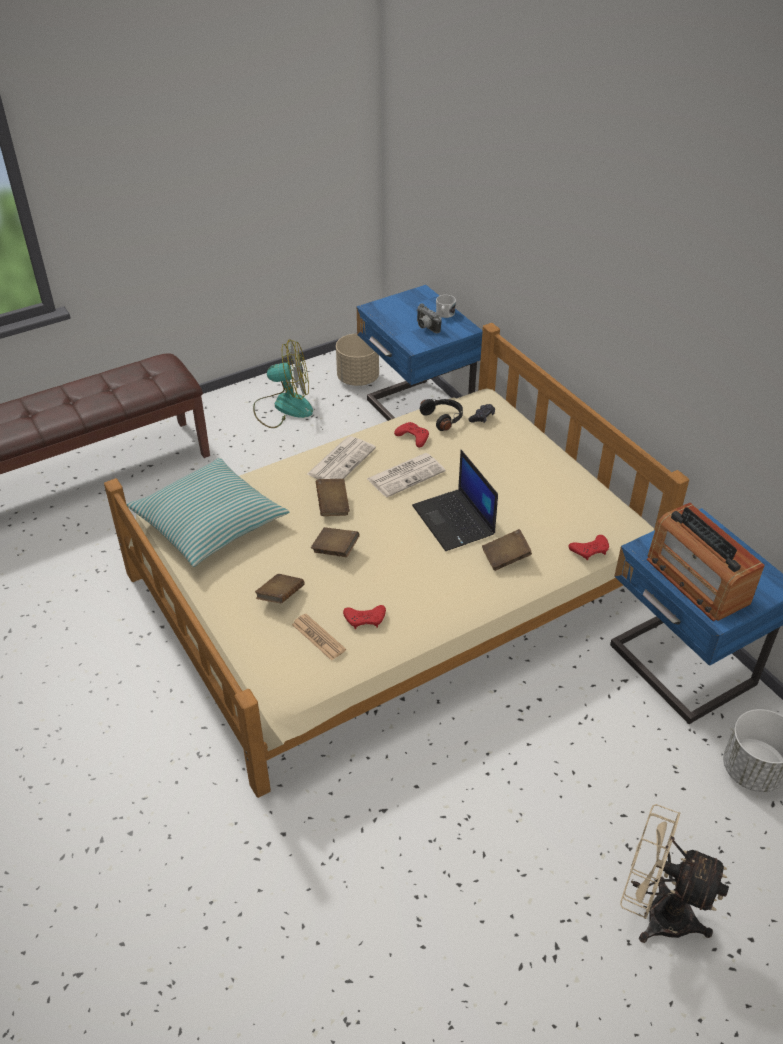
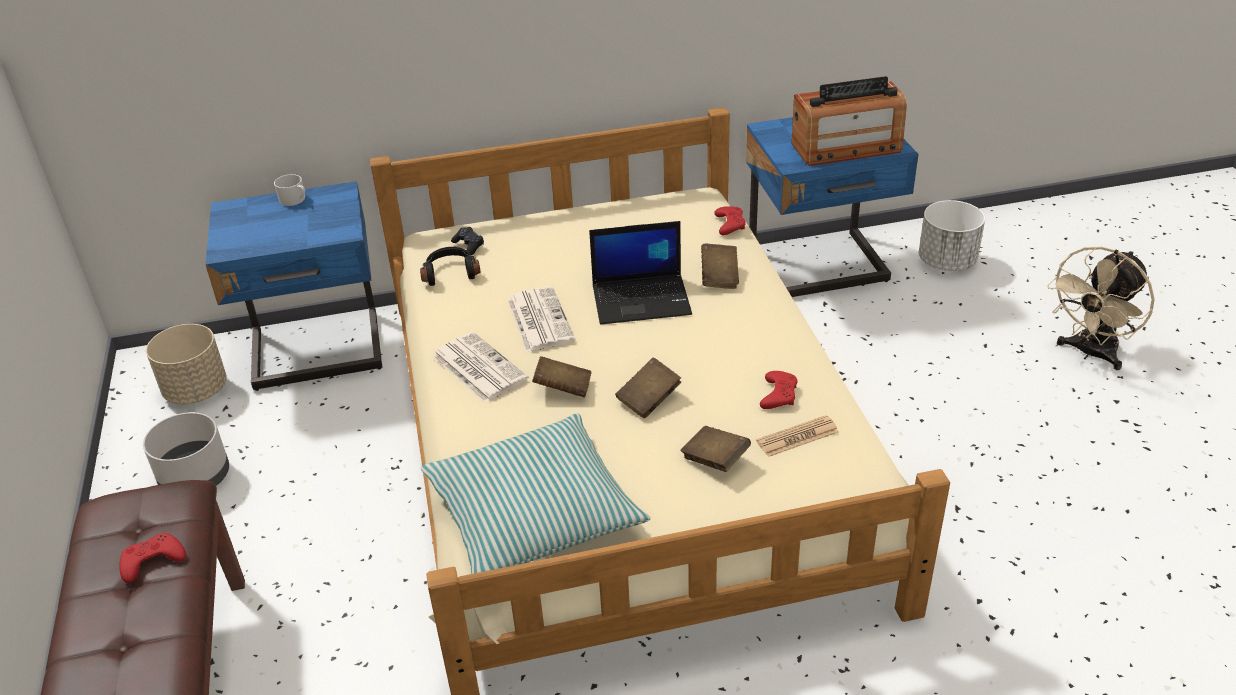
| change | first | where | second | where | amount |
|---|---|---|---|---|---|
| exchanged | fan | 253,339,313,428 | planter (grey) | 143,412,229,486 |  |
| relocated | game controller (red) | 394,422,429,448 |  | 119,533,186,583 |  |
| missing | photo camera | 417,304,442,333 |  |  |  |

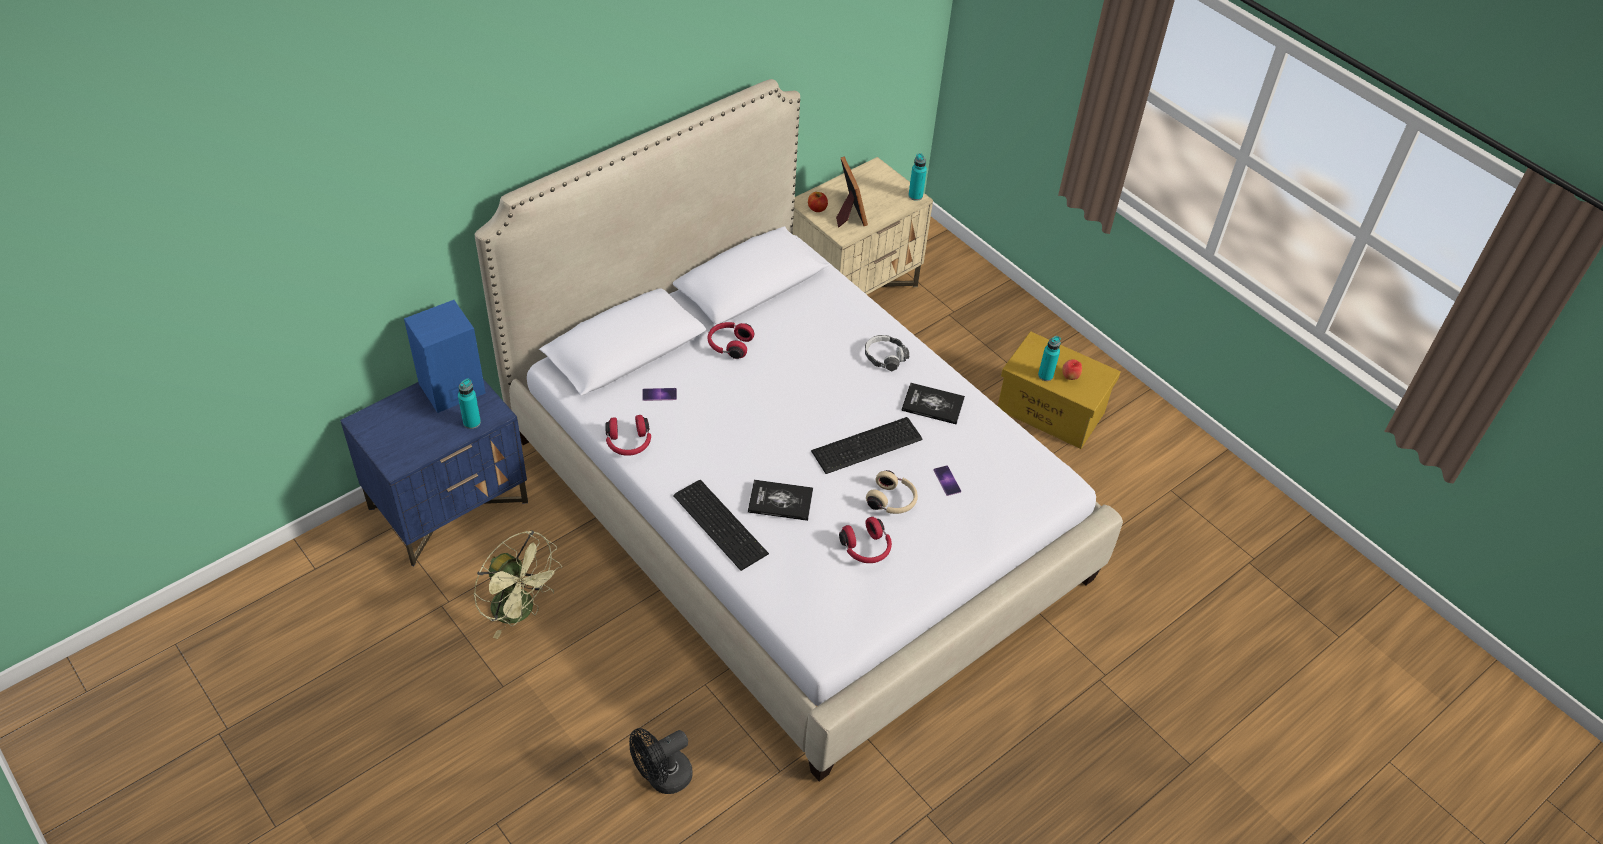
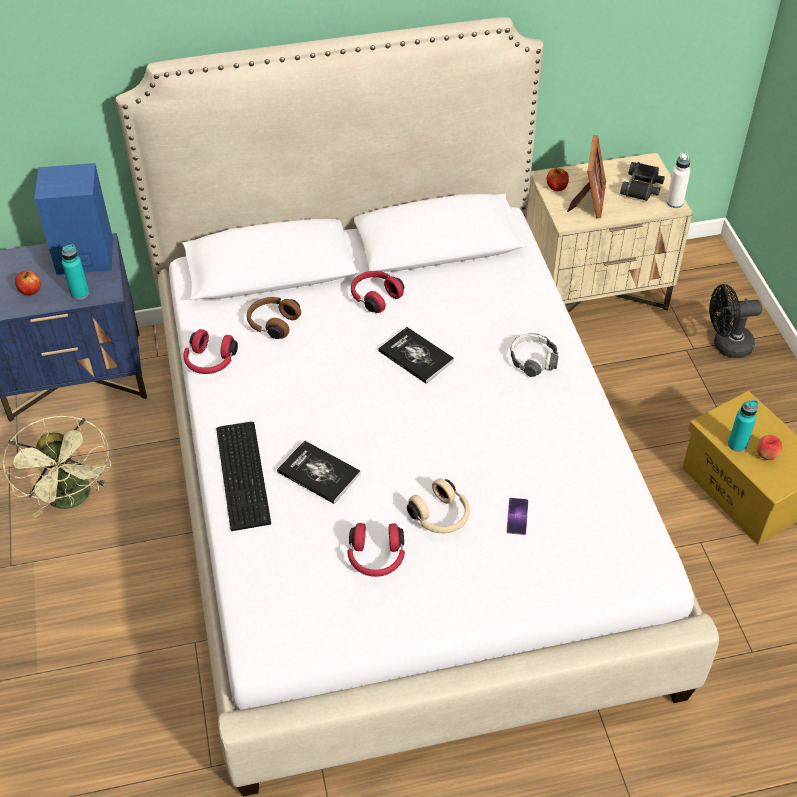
| change | first | where | second | where | amount |
|---|---|---|---|---|---|
| relocated | fan (black) | 629,728,693,794 |  | 709,284,762,358 |  |
| exchanged | phone | 643,388,677,401 | headphones (brown) | 247,297,301,339 |  |
| missing | keyboard | 811,417,923,474 |  |  |  |
| relocated | book | 901,383,965,425 |  | 378,327,454,384 |  |
| colour | bottle (turquoise) | 908,153,927,201 | bottle (white) | 666,152,690,208 |  |
| appeared |  |  | apple | 15,271,41,295 |  |
| appeared |  |  | binoculars (black) | 620,162,665,201 |  |

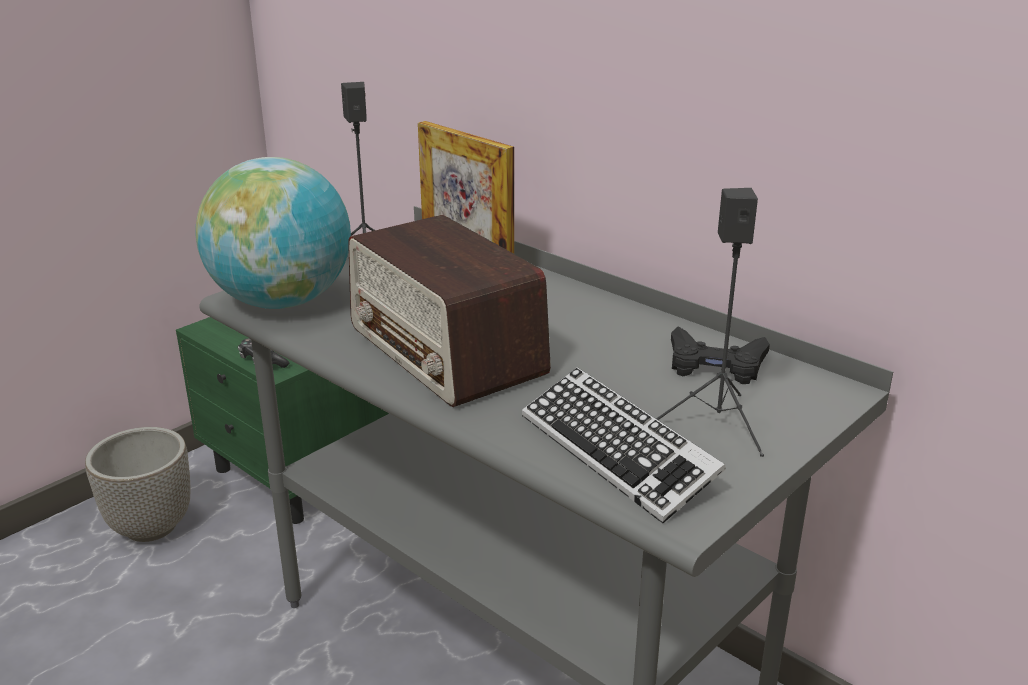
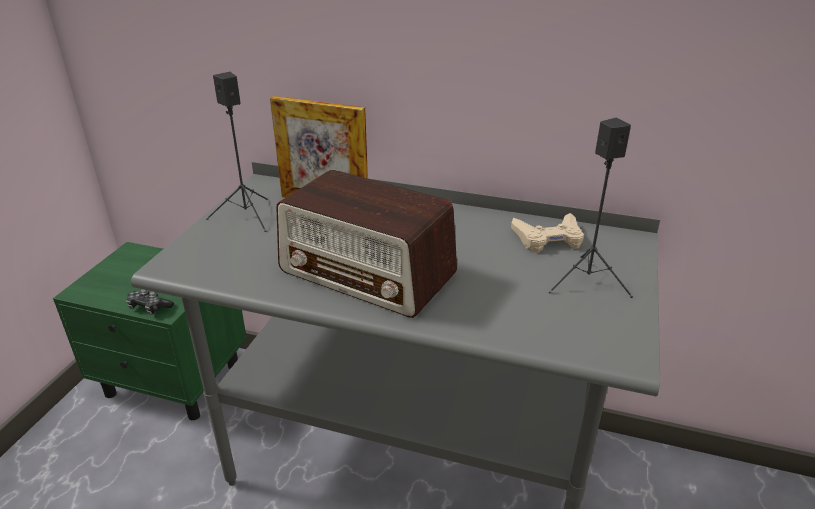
| change | first | where | second | where | amount |
|---|---|---|---|---|---|
| missing | planter | 85,427,190,542 |  |  |  |
| missing | globe | 195,157,351,309 |  |  |  |
| missing | keyboard | 522,367,726,523 |  |  |  |
| colour | game controller (black) | 671,327,770,384 | game controller (beige) | 511,213,584,253 |  |

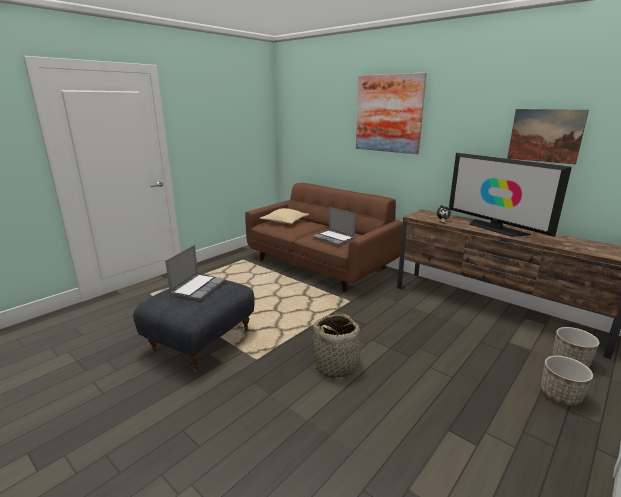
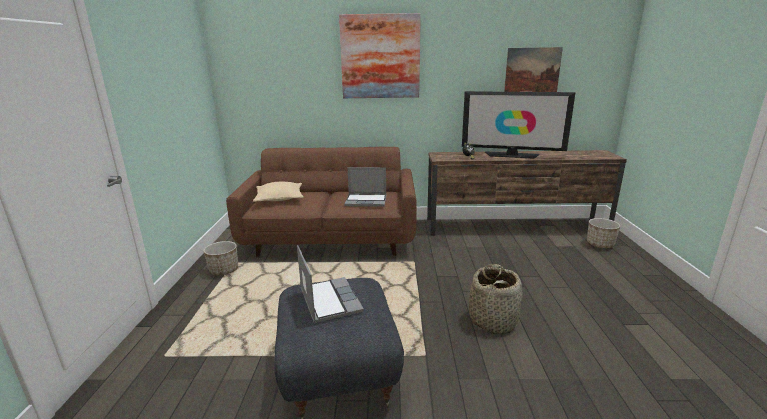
| change | first | where | second | where | amount |
|---|---|---|---|---|---|
| relocated | planter | 541,355,593,406 |  | 203,241,238,275 |  |

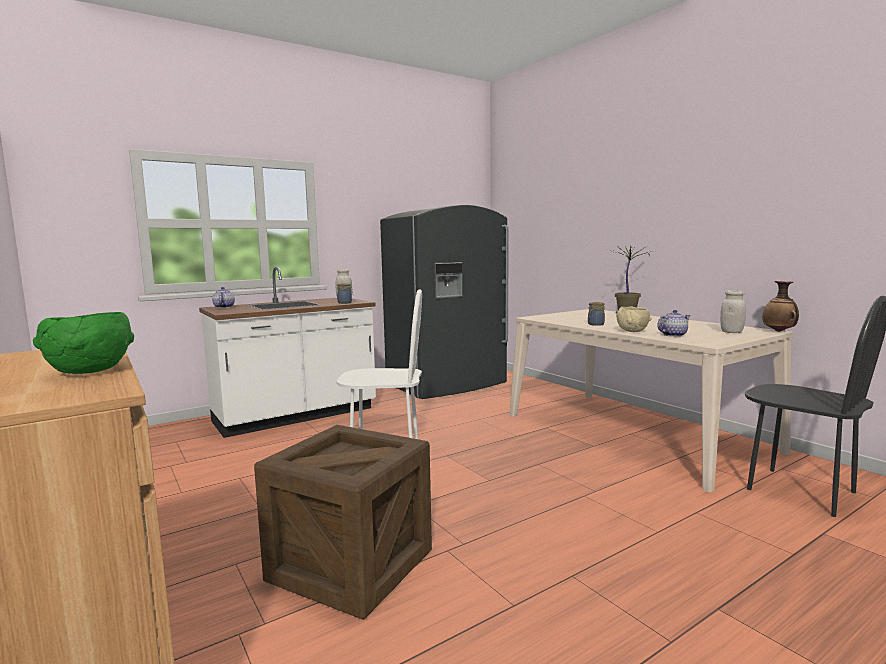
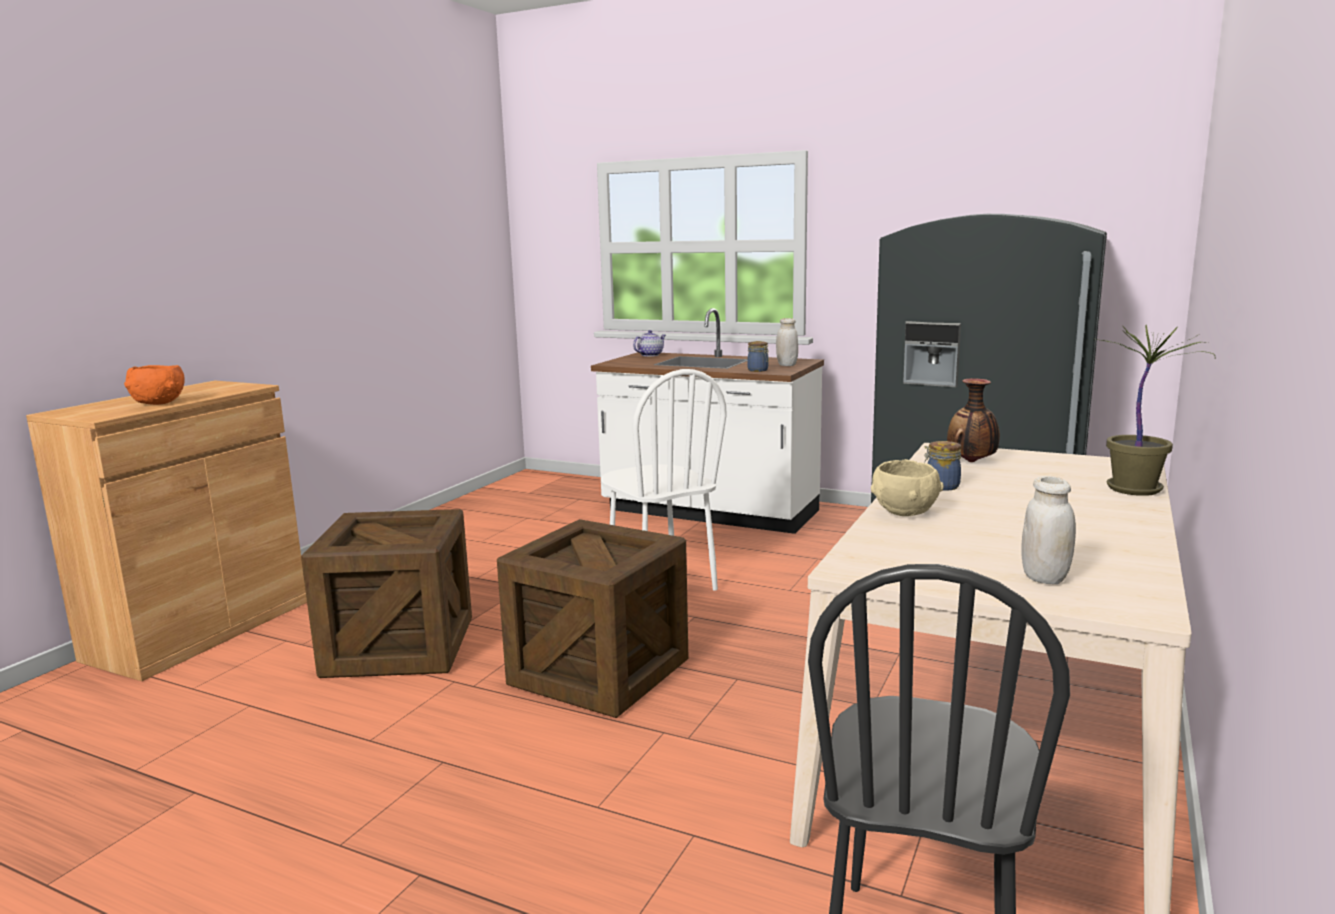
| change | first | where | second | where | amount |
|---|---|---|---|---|---|
| colour | bowl (green) | 33,312,134,374 | bowl (orange) | 124,365,185,405 |  |
| missing | teapot | 657,310,691,337 |  |  |  |
| relocated | vase | 762,281,799,332 |  | 947,378,1000,462 |  |
| appeared |  |  | crate | 497,519,688,718 |  |

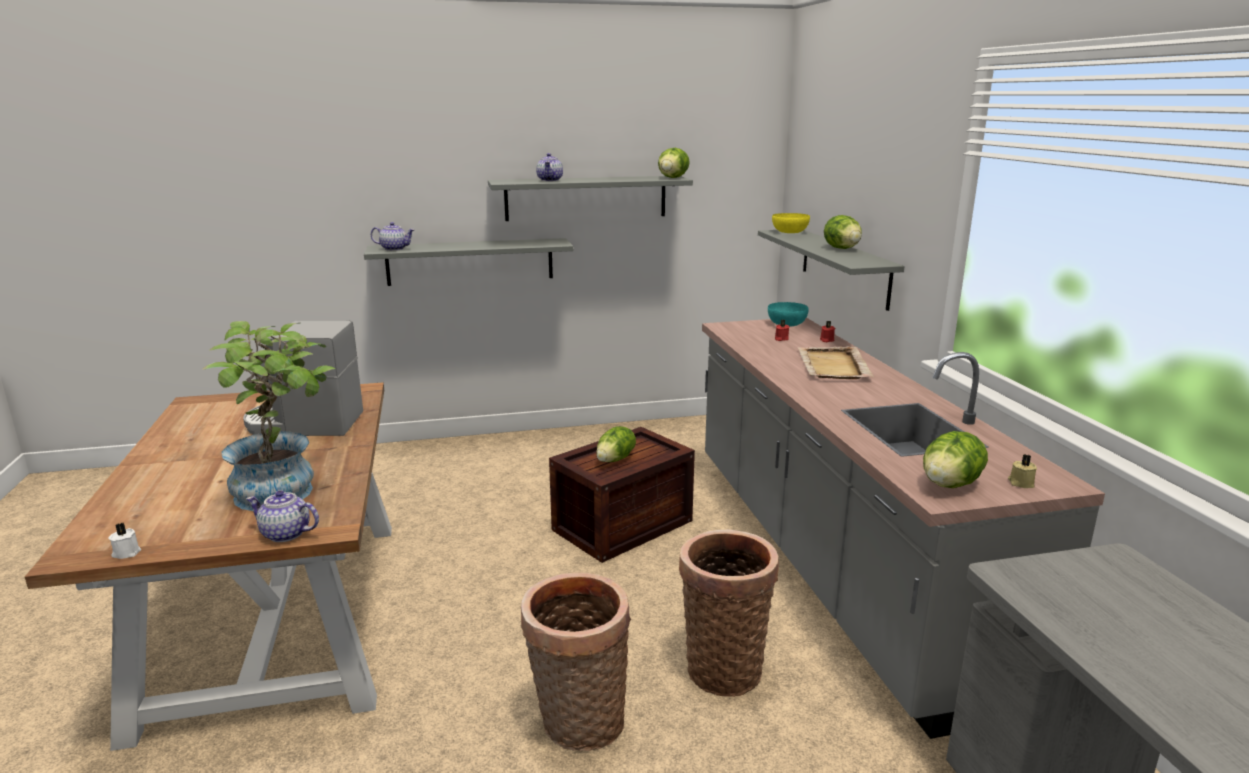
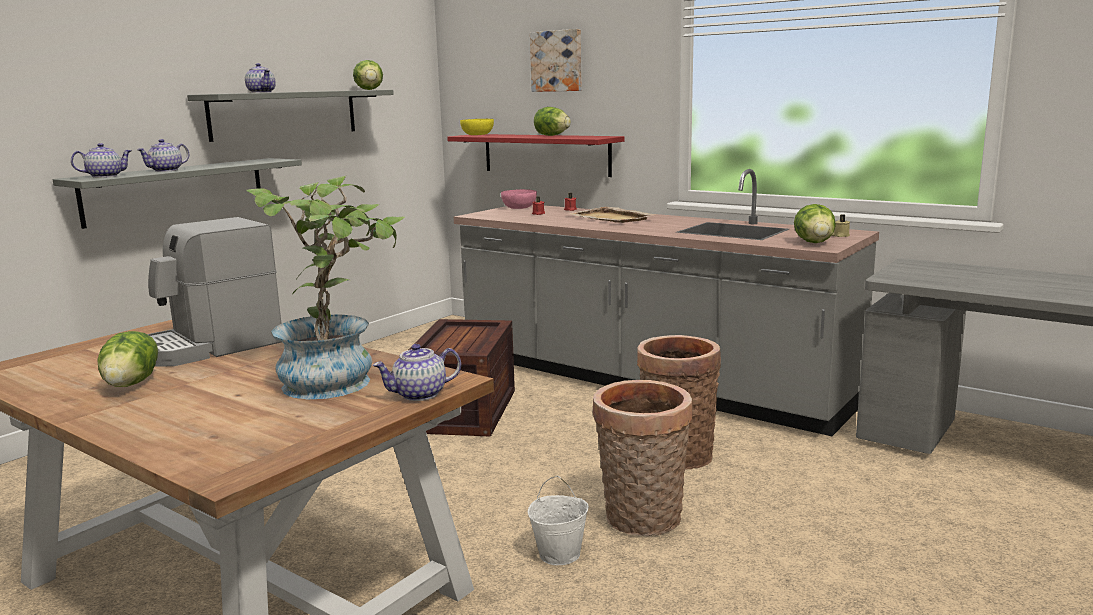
| change | first | where | second | where | amount |
|---|---|---|---|---|---|
| missing | candle (white) | 108,523,141,559 |  |  |  |
| relocated | lettuce | 596,426,636,462 |  | 98,331,158,387 |  |
| colour | shelf (grey) | 758,230,905,311 | shelf (red) | 447,134,624,177 |  |
| colour | bowl (turquoise) | 768,302,808,327 | bowl (pink) | 501,189,537,209 |  |
| appeared |  |  | teapot | 137,139,189,172 |  |
| appeared |  |  | bucket (white) | 528,476,589,565 |  |
| appeared |  |  | picture | 530,29,582,92 |  |

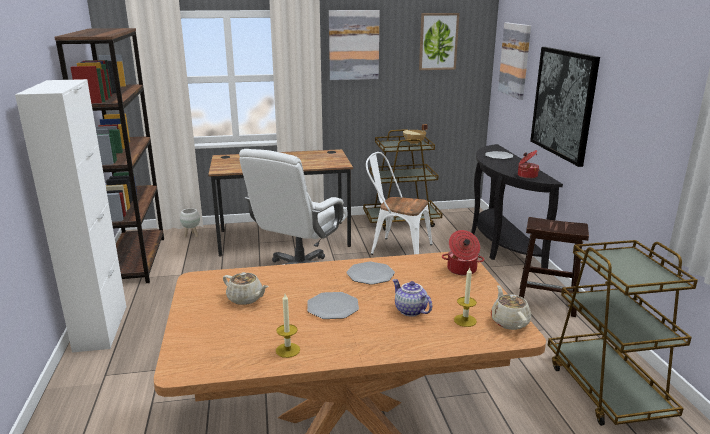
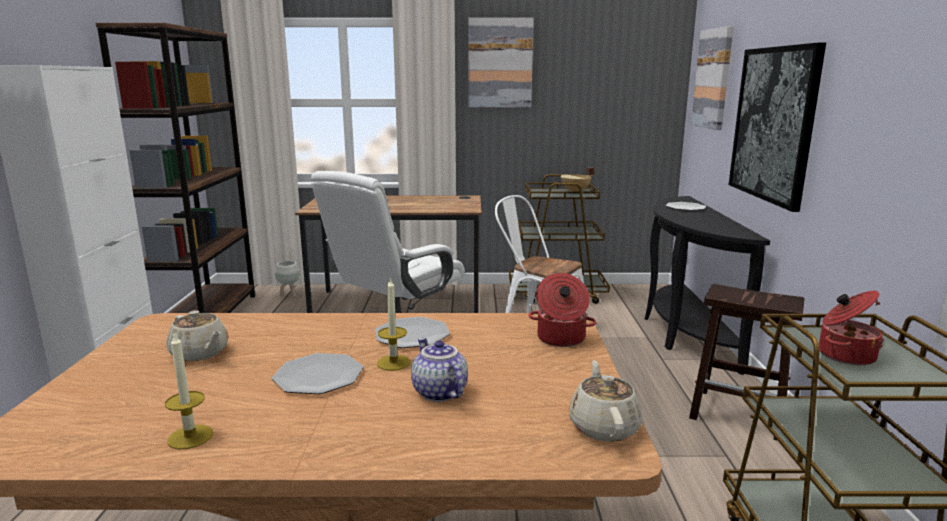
| change | first | where | second | where | amount |
|---|---|---|---|---|---|
| missing | picture | 419,13,459,70 |  |  |  |
| relocated | candle | 454,268,477,327 |  | 377,279,411,371 |  |
| relocated | cooking pot | 518,150,540,179 |  | 819,291,884,365 |  |

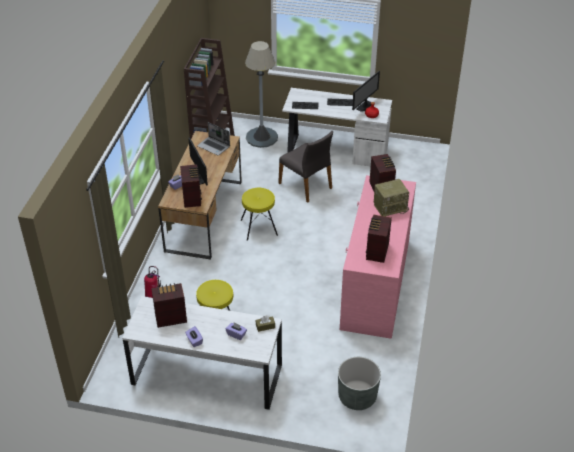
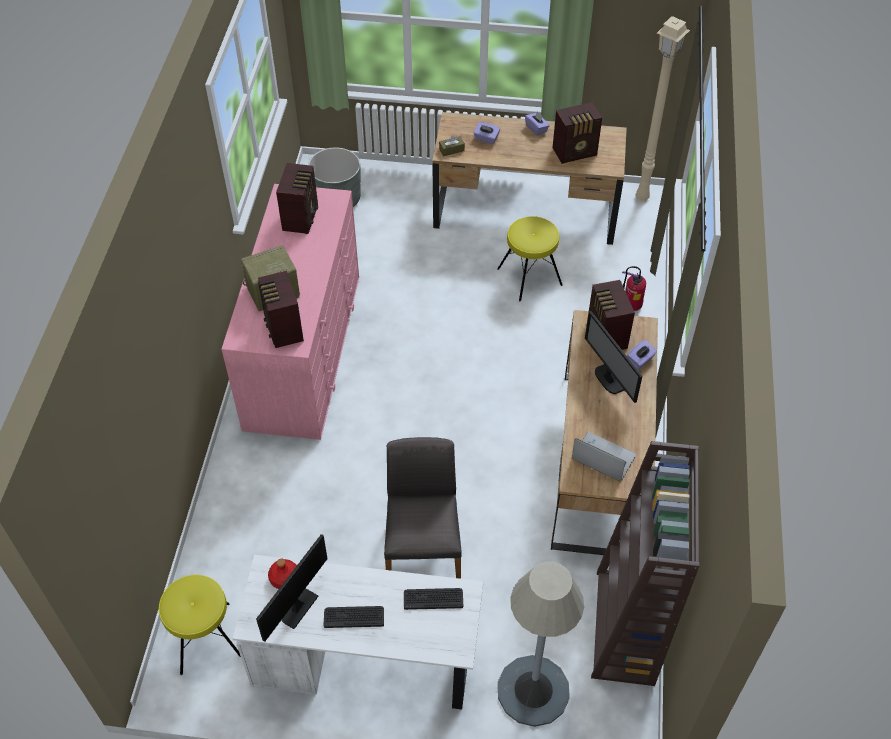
| change | first | where | second | where | amount |
|---|---|---|---|---|---|
| colour | desk (white) | 122,296,282,410 | desk (brown) | 432,112,627,245 |  |
| relocated | stool (yellow) | 241,188,278,241 |  | 159,575,241,675 |  |
| spun | chair (grey) | 278,131,333,203 |  | 384,437,462,579 | 45 degrees clockwise |
| appeared |  |  | floor lamp (beige) | 636,16,690,202 |  |

